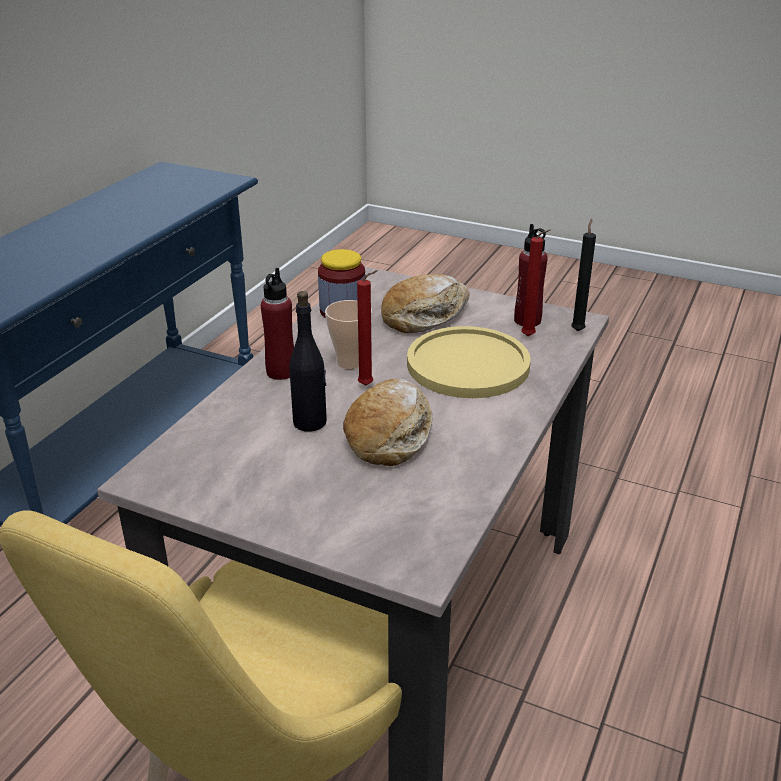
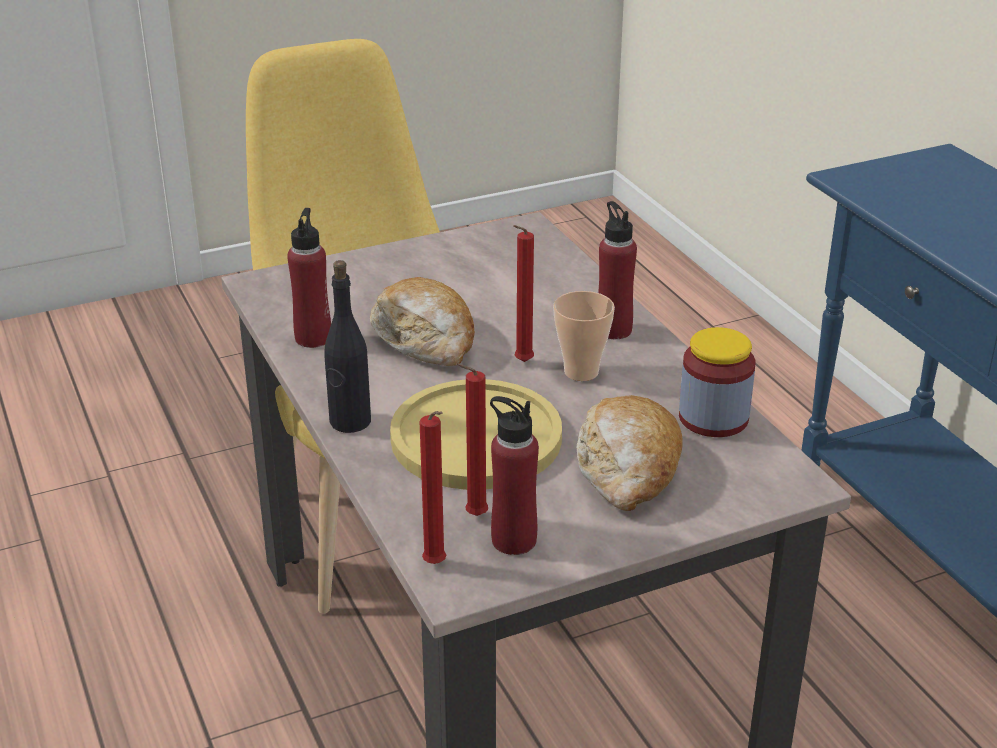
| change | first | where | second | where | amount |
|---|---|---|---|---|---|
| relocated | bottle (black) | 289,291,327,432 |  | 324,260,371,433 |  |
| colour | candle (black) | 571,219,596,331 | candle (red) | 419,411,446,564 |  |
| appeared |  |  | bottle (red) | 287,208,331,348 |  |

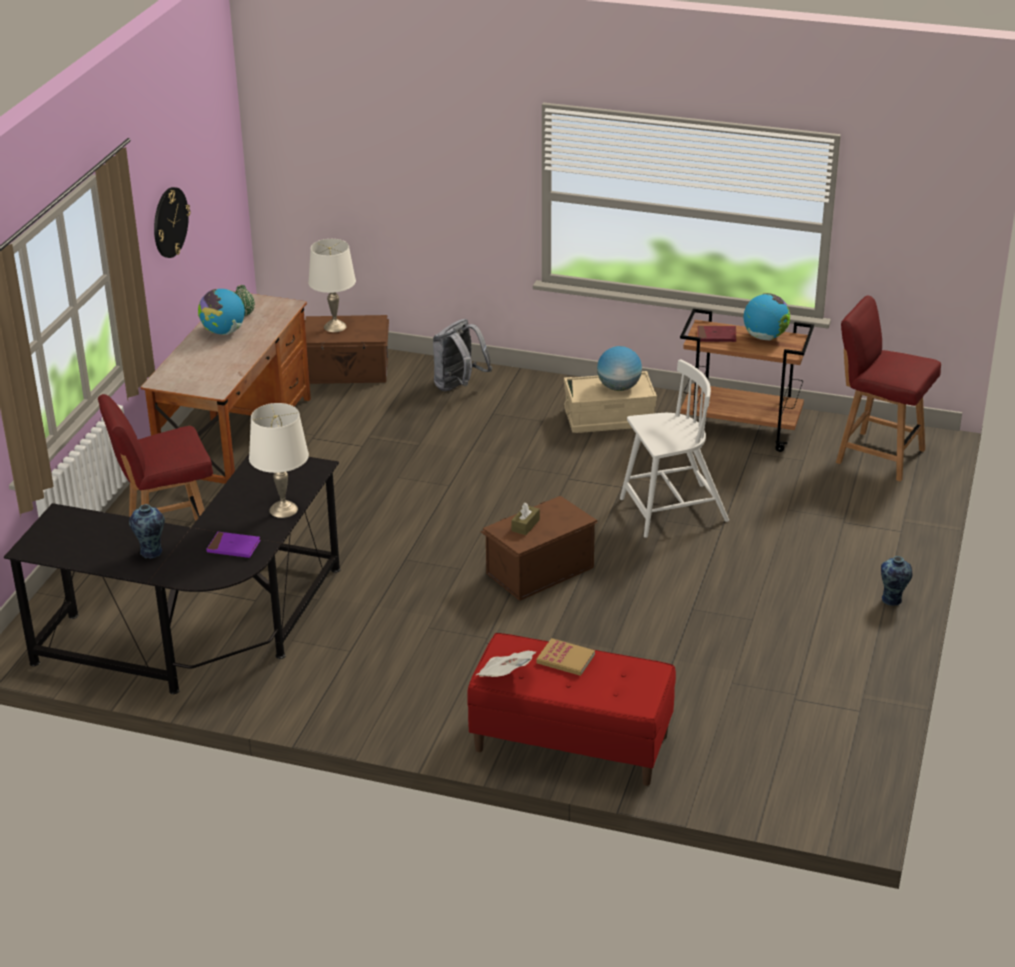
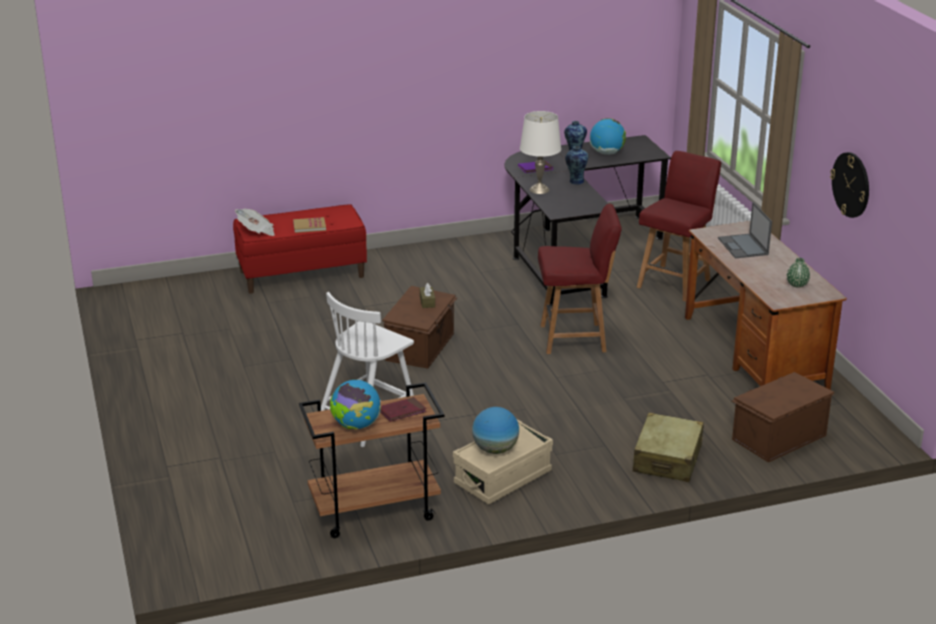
| change | first | where | second | where | amount |
|---|---|---|---|---|---|
| relocated | globe | 198,289,245,335 |  | 590,118,626,155 |  |
| missing | table lamp (white) | 308,239,356,332 |  |  |  |
| exchanged | backpack (grey) | 433,319,492,391 | suitcase (beige) | 633,413,704,482 |  |
| relocated | newspaper | 476,650,536,677 |  | 235,209,275,236 |  |
| relocated | chair (red) | 836,296,941,482 |  | 538,204,622,354 |  |
| relocated | vase | 881,556,912,606 |  | 565,146,588,184 |  |
| appeared |  |  | laptop | 718,202,772,258 |  |

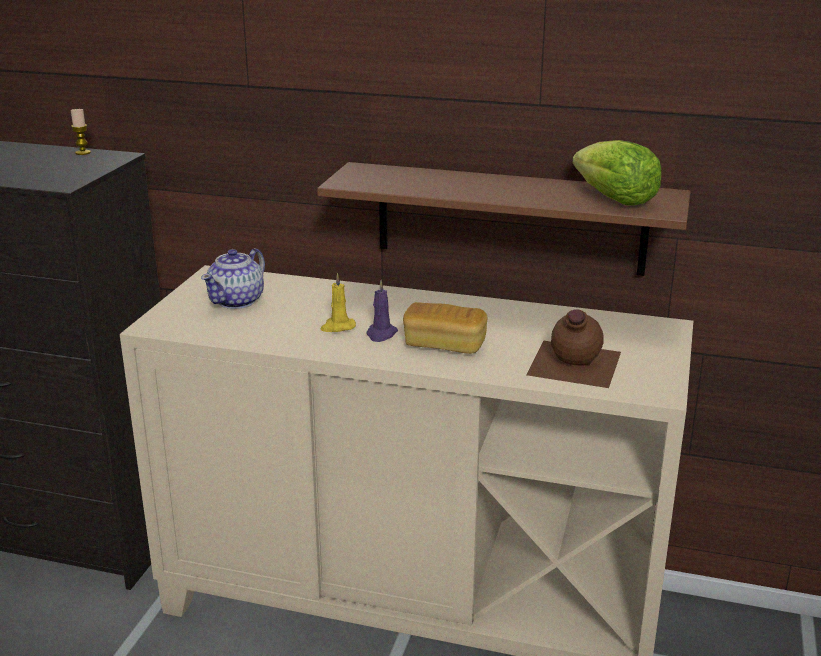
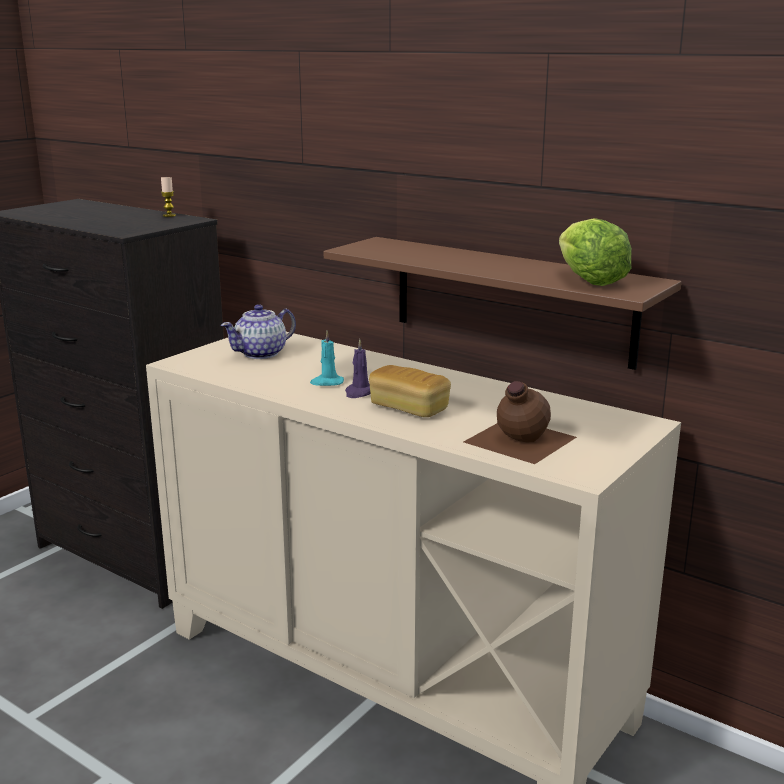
| change | first | where | second | where | amount |
|---|---|---|---|---|---|
| colour | candle (yellow) | 321,273,356,332 | candle (turquoise) | 310,331,344,386 |  |

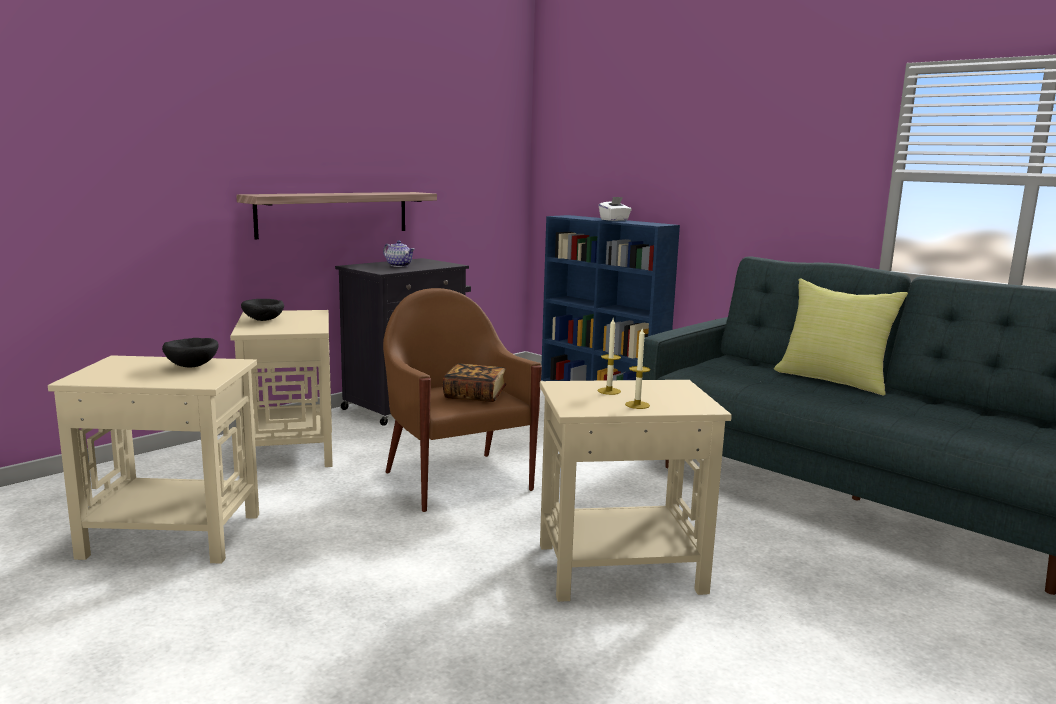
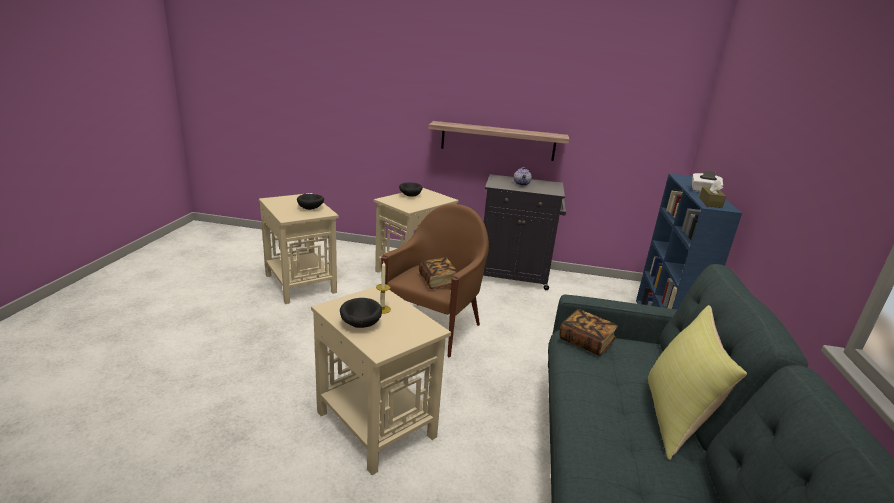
| change | first | where | second | where | amount |
|---|---|---|---|---|---|
| exchanged | candle | 625,327,650,409 | bowl (black) | 340,298,382,328 |  |
| appeared |  |  | book | 560,309,618,356 |  |
| appeared |  |  | tissue box (brown) | 699,180,726,208 |  |

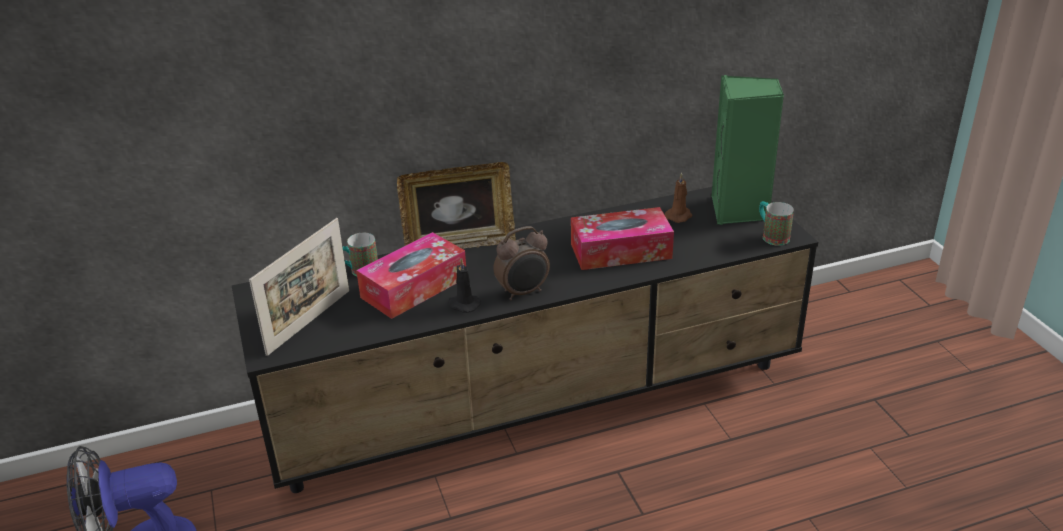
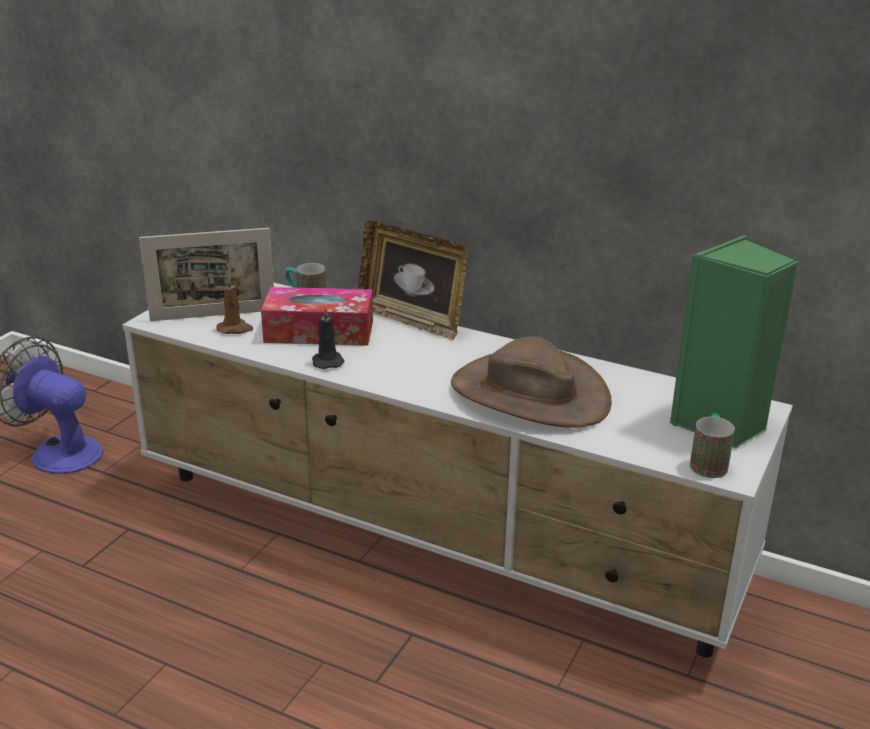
| change | first | where | second | where | amount |
|---|---|---|---|---|---|
| colour | tv stand (black) | 232,187,818,493 | tv stand (white) | 122,282,793,658 |  |
| missing | alarm clock | 493,226,550,300 |  |  |  |
| exchanged | tissue box | 571,207,674,270 | hat (brown) | 451,336,611,428 |  |
| relocated | candle (brown) | 665,172,692,223 |  | 216,276,254,334 |  |

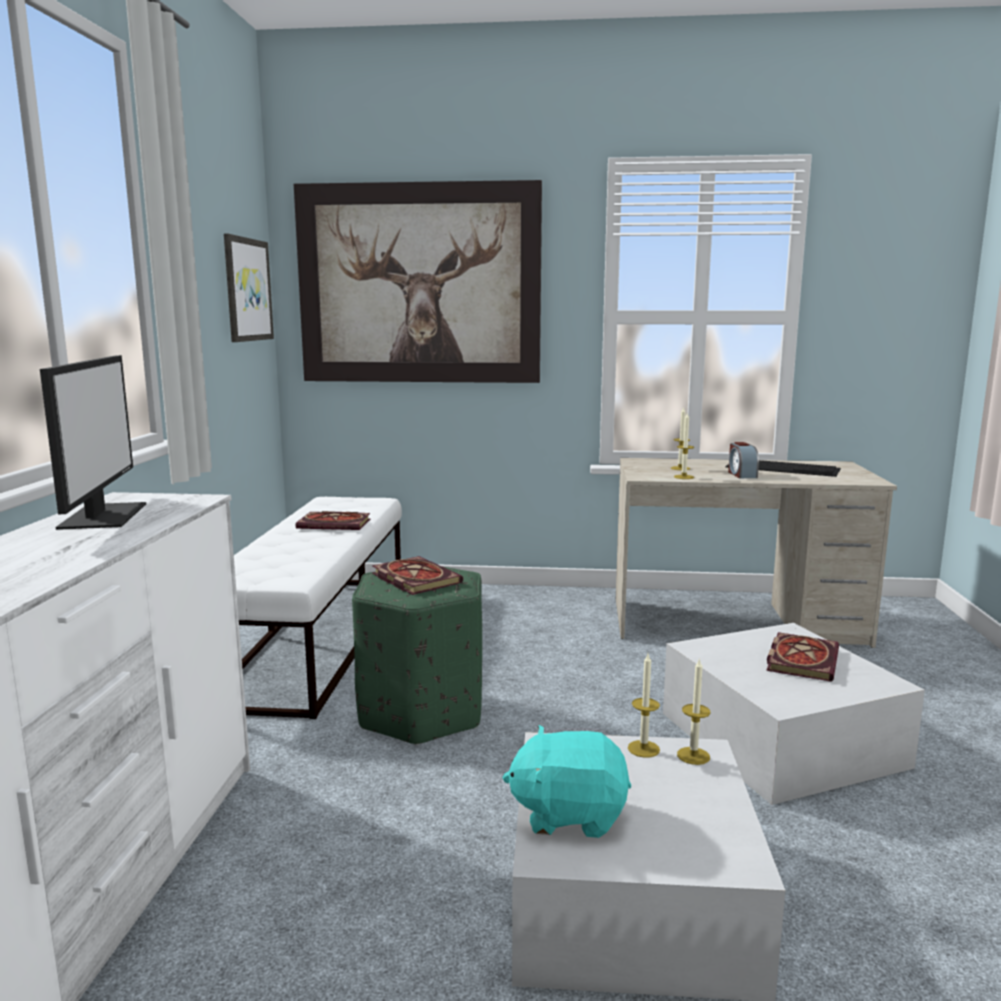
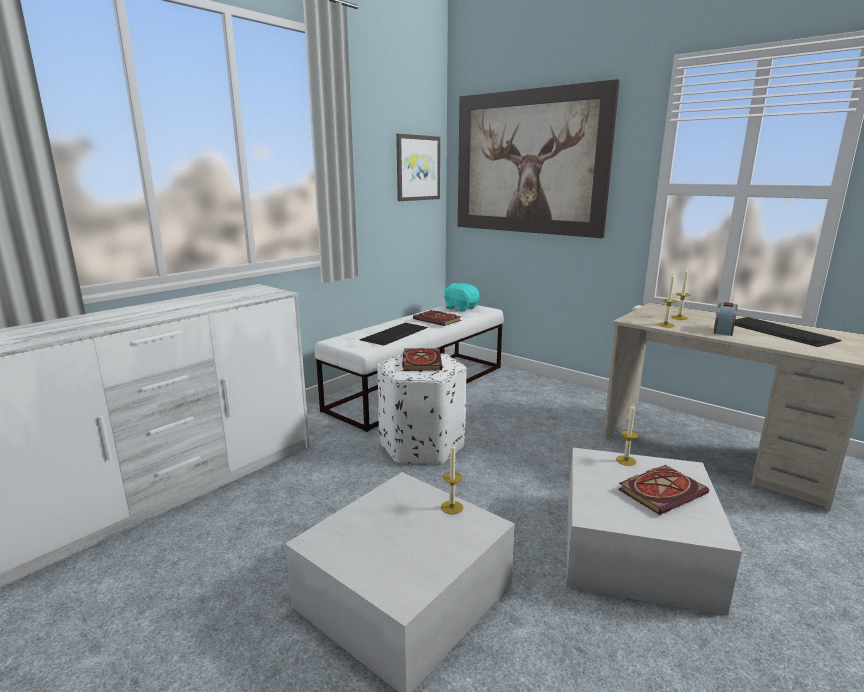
| change | first | where | second | where | amount |
|---|---|---|---|---|---|
| missing | monitor | 40,355,146,530 |  |  |  |
| colour | ottoman (green) | 352,567,482,746 | ottoman (white) | 377,353,467,465 |  |
| relocated | plush toy (turquoise) | 502,725,631,838 |  | 444,283,479,312 |  |
| relocated | candle | 677,658,711,765 |  | 616,403,638,466 |  |
| appeared |  |  | keyboard | 360,323,428,346 |  |

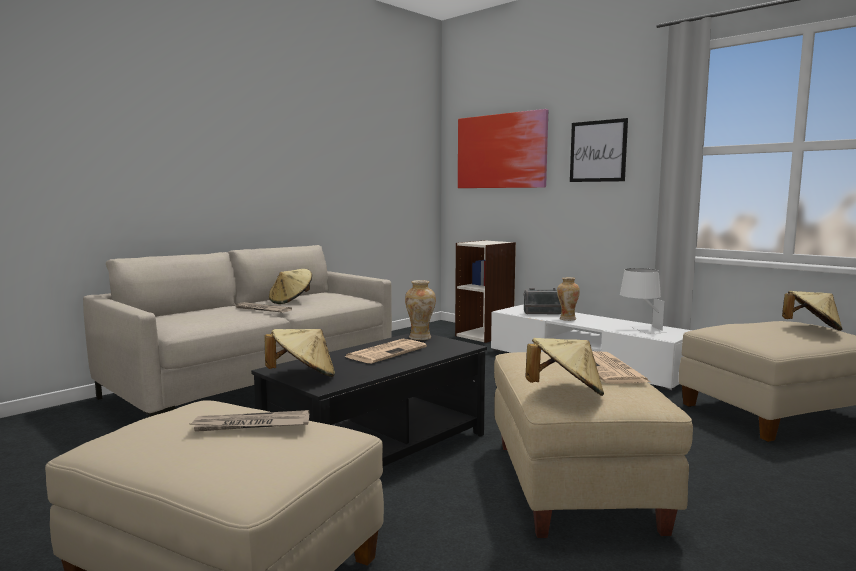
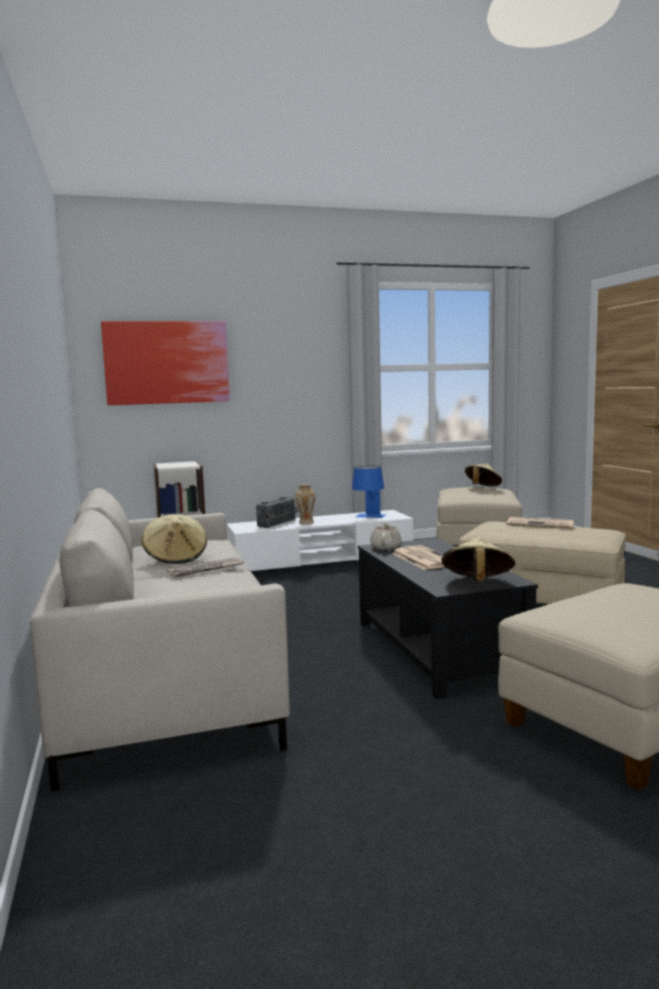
| change | first | where | second | where | amount |
|---|---|---|---|---|---|
| missing | newspaper | 191,410,309,432 |  |  |  |
| exchanged | vase | 405,280,436,340 | teapot (beige) | 370,523,402,550 |  |
| missing | hat (beige) | 525,338,604,396 |  |  |  |
| missing | picture | 570,118,628,182 |  |  |  |
| colour | table lamp (white) | 620,268,667,334 | table lamp (blue) | 352,466,386,518 |  |

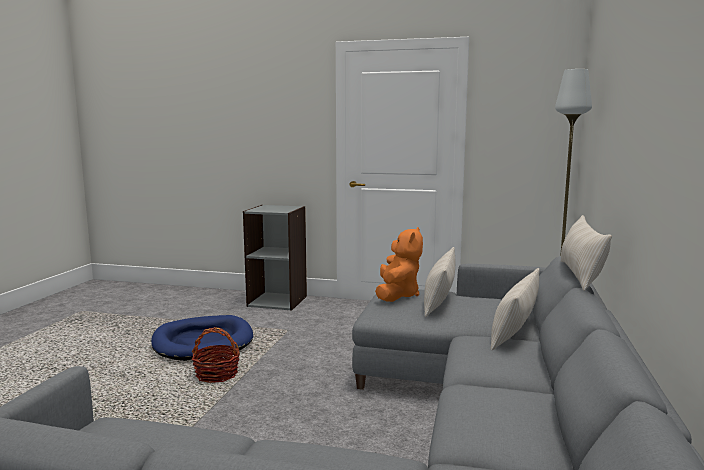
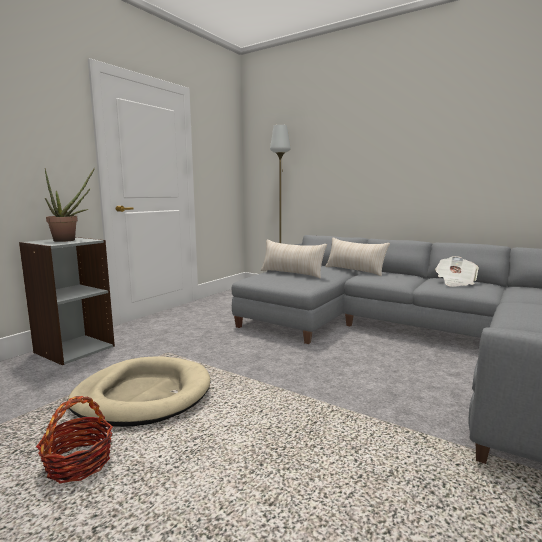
| change | first | where | second | where | amount |
|---|---|---|---|---|---|
| colour | dog bed (blue) | 151,315,253,361 | dog bed (beige) | 67,356,210,427 |  |
| relocated | basket | 192,327,240,383 |  | 36,396,113,483 |  |
| missing | plush toy (orange) | 375,227,423,302 |  |  |  |
| missing | pillow (beige) | 561,215,612,291 |  |  |  |
| appeared |  |  | potted plant | 45,167,95,242 |  |
| appeared |  |  | newspaper | 435,256,479,287 |  |

